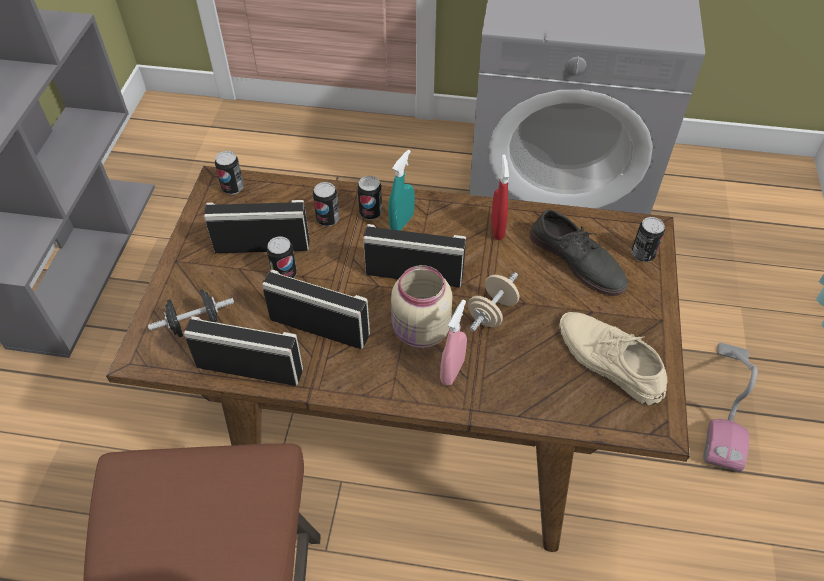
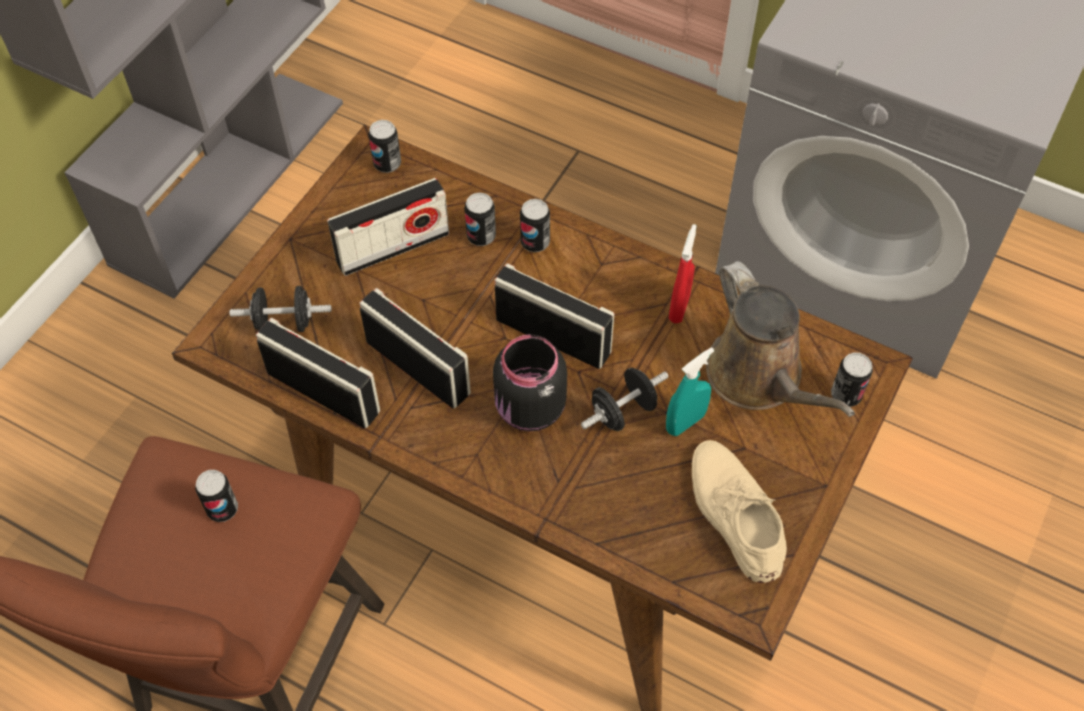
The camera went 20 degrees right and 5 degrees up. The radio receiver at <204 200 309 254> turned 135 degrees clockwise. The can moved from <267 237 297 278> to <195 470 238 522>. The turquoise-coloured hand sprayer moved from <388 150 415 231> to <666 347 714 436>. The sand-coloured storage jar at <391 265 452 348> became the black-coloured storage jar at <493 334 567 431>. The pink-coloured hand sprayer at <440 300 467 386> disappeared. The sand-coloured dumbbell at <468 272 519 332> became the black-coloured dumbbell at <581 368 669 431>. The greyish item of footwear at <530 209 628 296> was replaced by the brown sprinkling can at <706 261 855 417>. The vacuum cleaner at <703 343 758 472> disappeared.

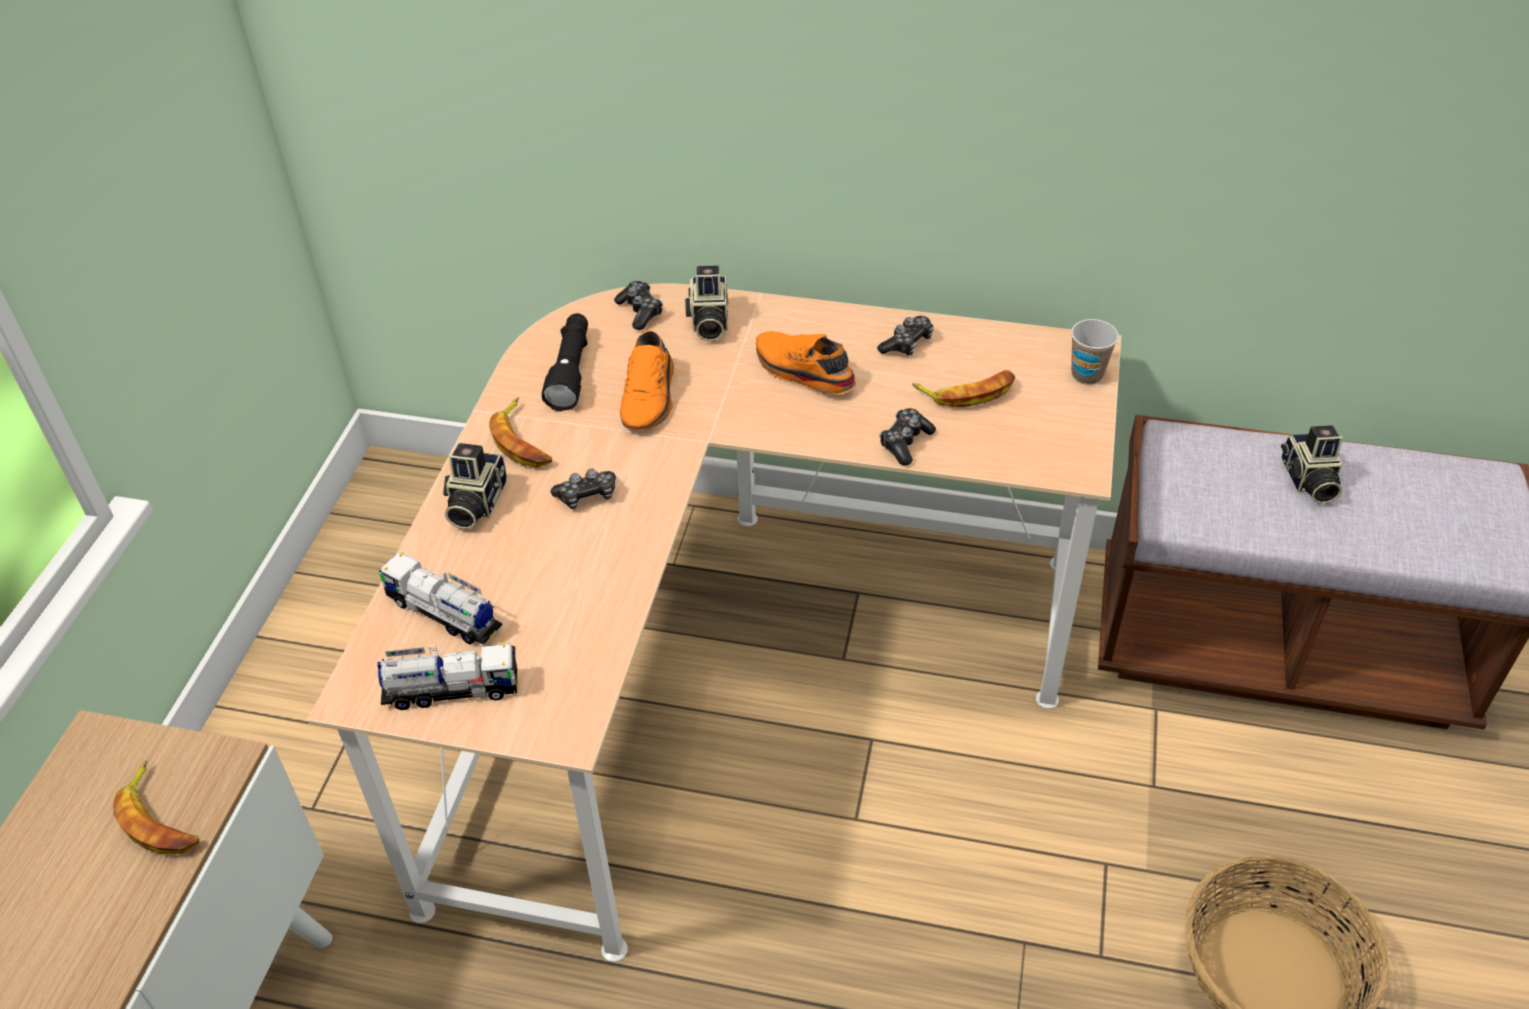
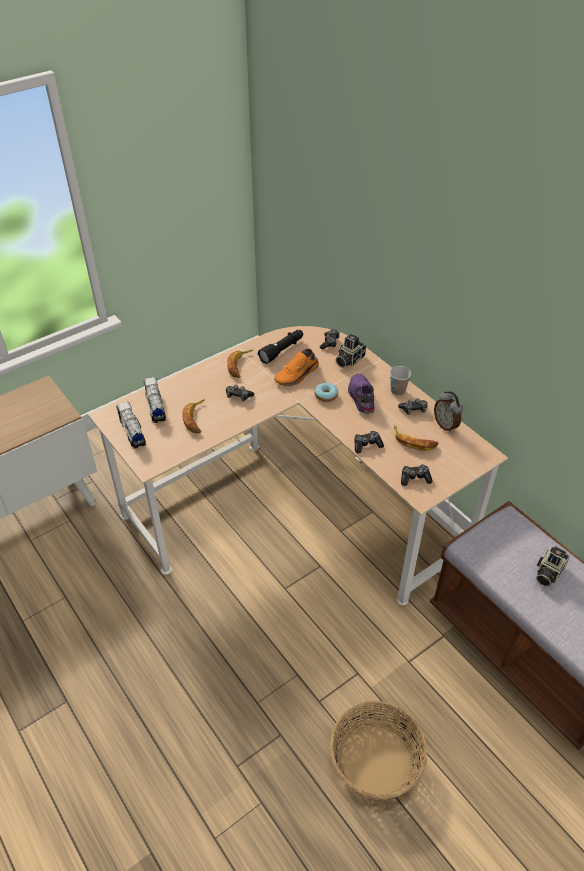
The camera went 40 degrees right and 0 degrees up. The banana fruit moved from <113 760 200 854> to <182 399 205 433>. The toy truck at <377 644 518 710> turned 150 degrees counterclockwise. The photo camera at <443 443 507 529> disappeared. The orangey item of footwear at <756 331 856 395> became the purplish item of footwear at <348 374 375 414>. The drinking cup moved from <1071 319 1119 385> to <390 366 411 396>. The doughnut at <315 383 338 402> appeared. The game controller at <401 464 433 486> appeared. The bedside clock at <434 391 463 433> appeared.

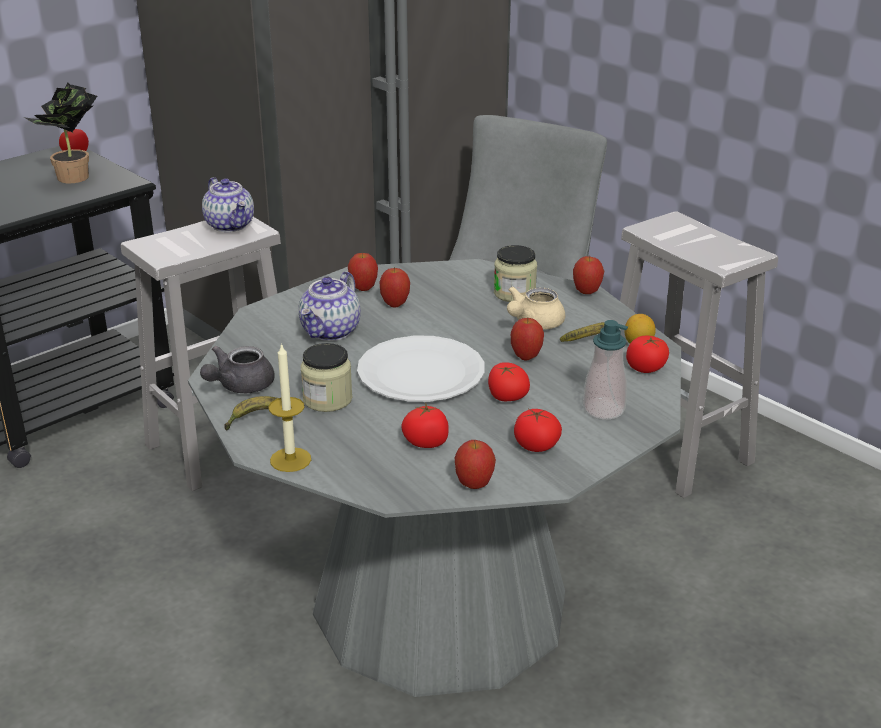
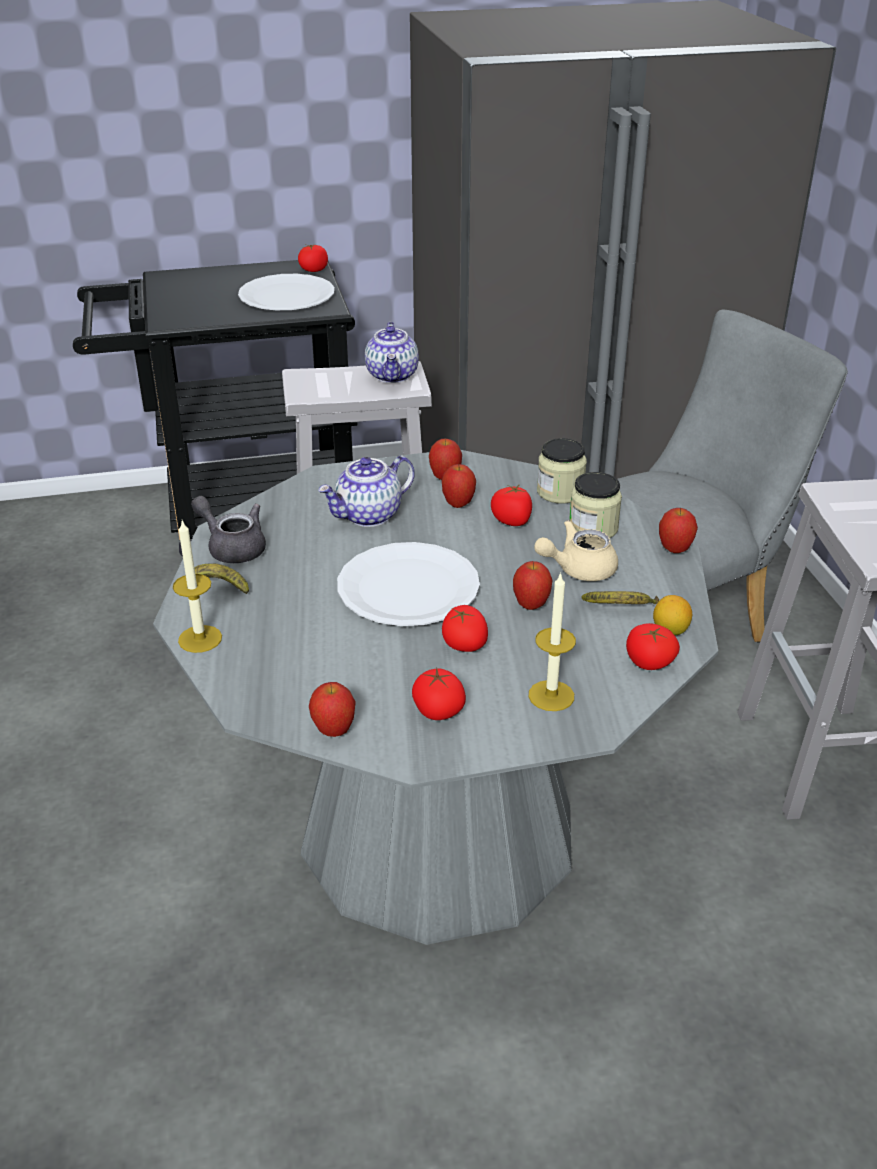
The camera went 30 degrees right and 5 degrees up. The plant in a pot at <24 83 97 183> was replaced by the white flat dish at <238 274 335 310>. The greyish tea pot at <200 346 275 393> turned 60 degrees clockwise. The storage jar moved from <300 343 353 412> to <537 438 587 504>. The tomato moved from <401 402 449 448> to <491 484 532 526>. The liquid soap bottle at <583 320 628 420> was replaced by the candle at <529 572 576 711>.

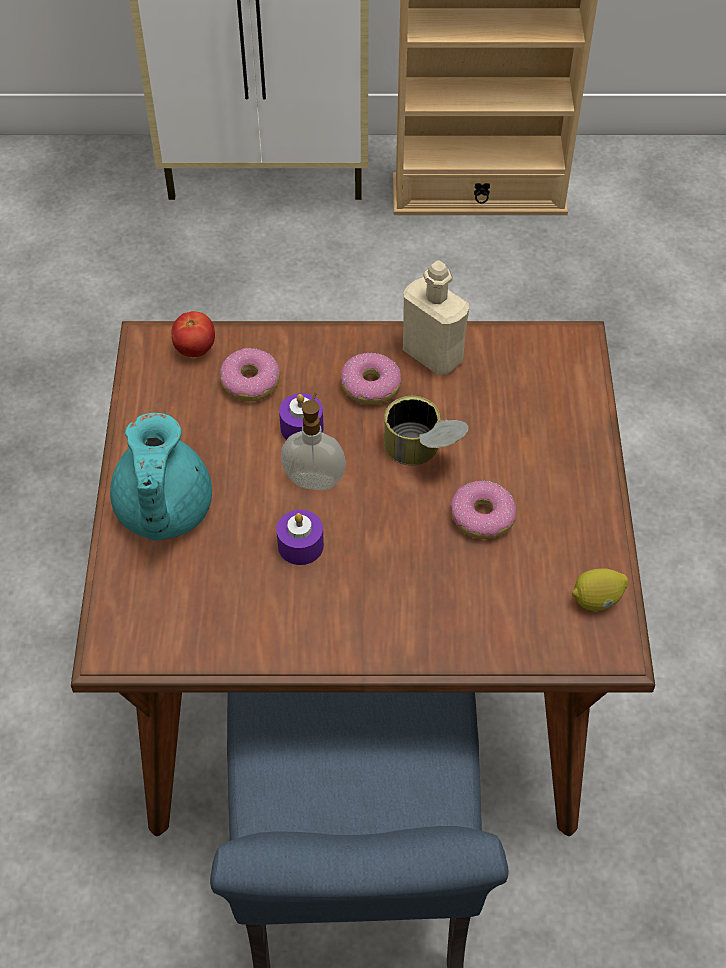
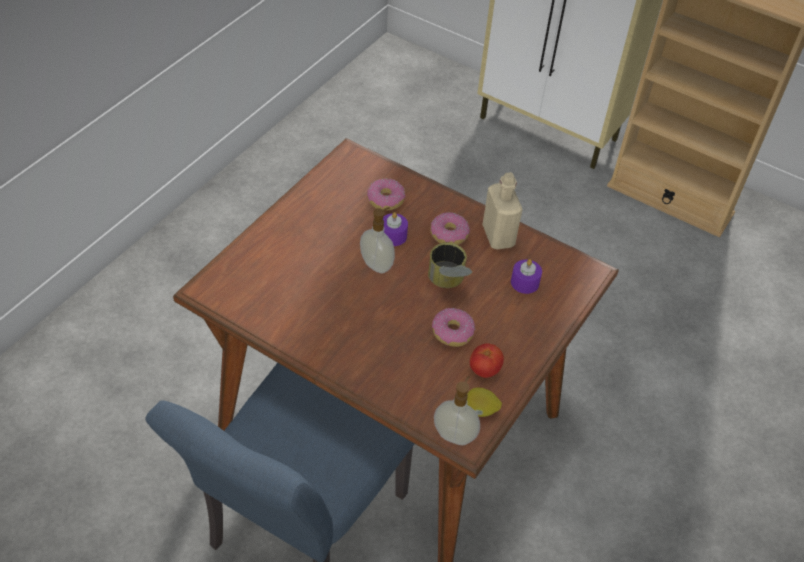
The camera went 30 degrees right and 5 degrees down. The turquoise-coloured tea pot at <110 413 212 541> disappeared. The tomato moved from <171 311 215 357> to <470 343 504 378>. The purplish candle moved from <276 510 324 565> to <511 259 542 294>. The liquid soap bottle at <434 376 480 445> appeared.

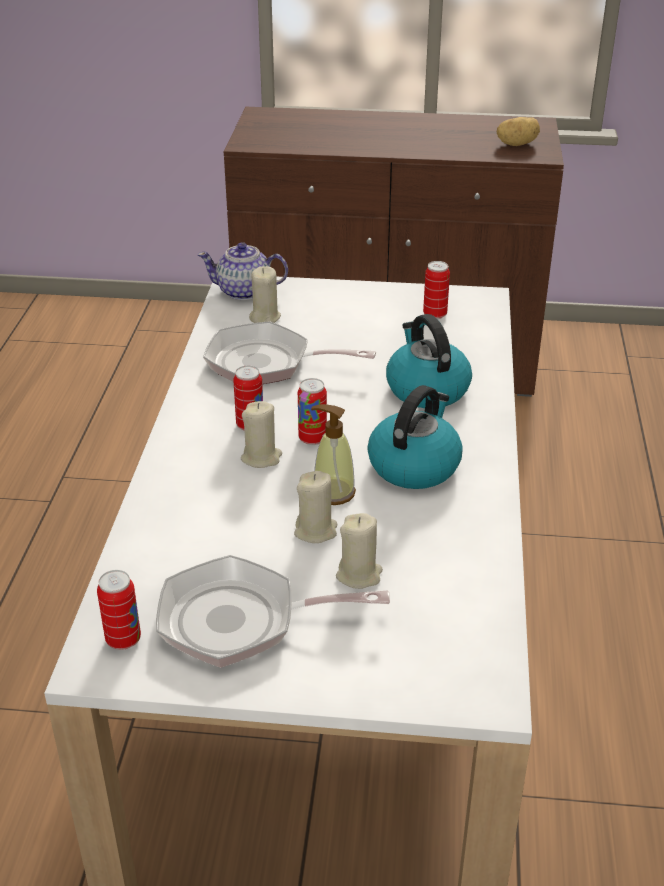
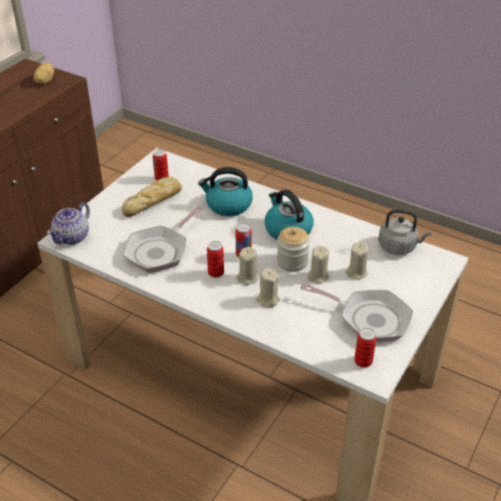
The camera went 65 degrees left and 5 degrees up. The skillet at <156 555 390 668> turned 90 degrees counterclockwise. The sand-coloured candle moved from <249 266 281 323> to <256 268 280 307>. The liquid soap bottle at <311 404 356 505> was replaced by the storage jar at <277 227 310 272>. The baked bread at <122 177 182 217> appeared. The greyish tea kettle at <378 209 431 255> appeared.

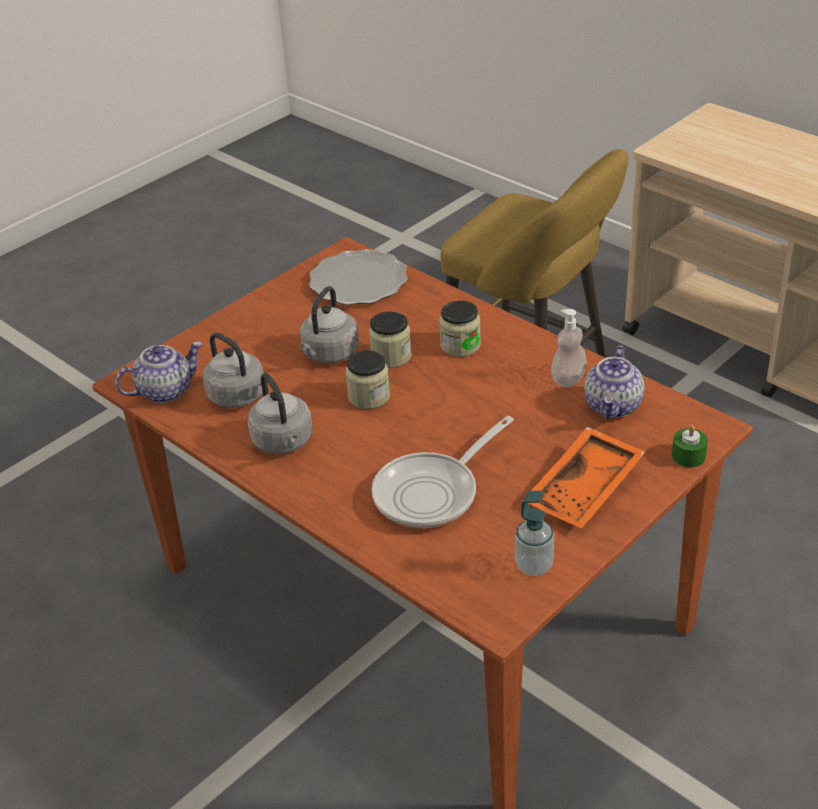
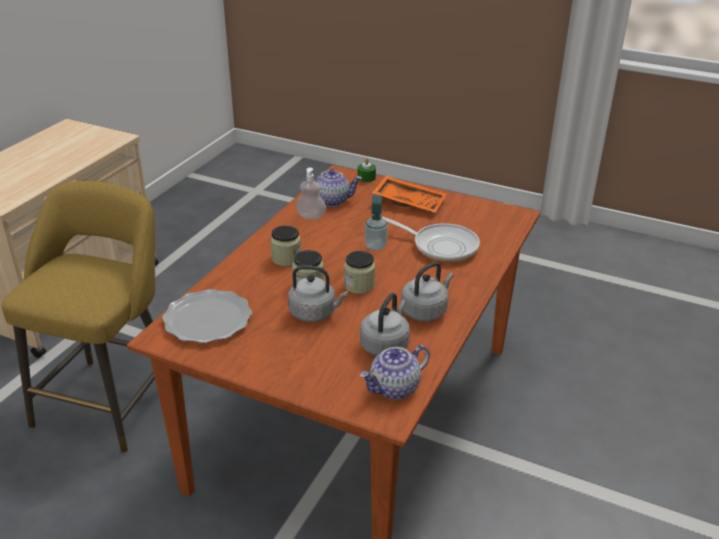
The camera went 110 degrees left and 5 degrees down. The tea pot at <115 342 203 403> turned 75 degrees counterclockwise. The liquid soap bottle moved from <515 491 554 576> to <365 195 388 251>.

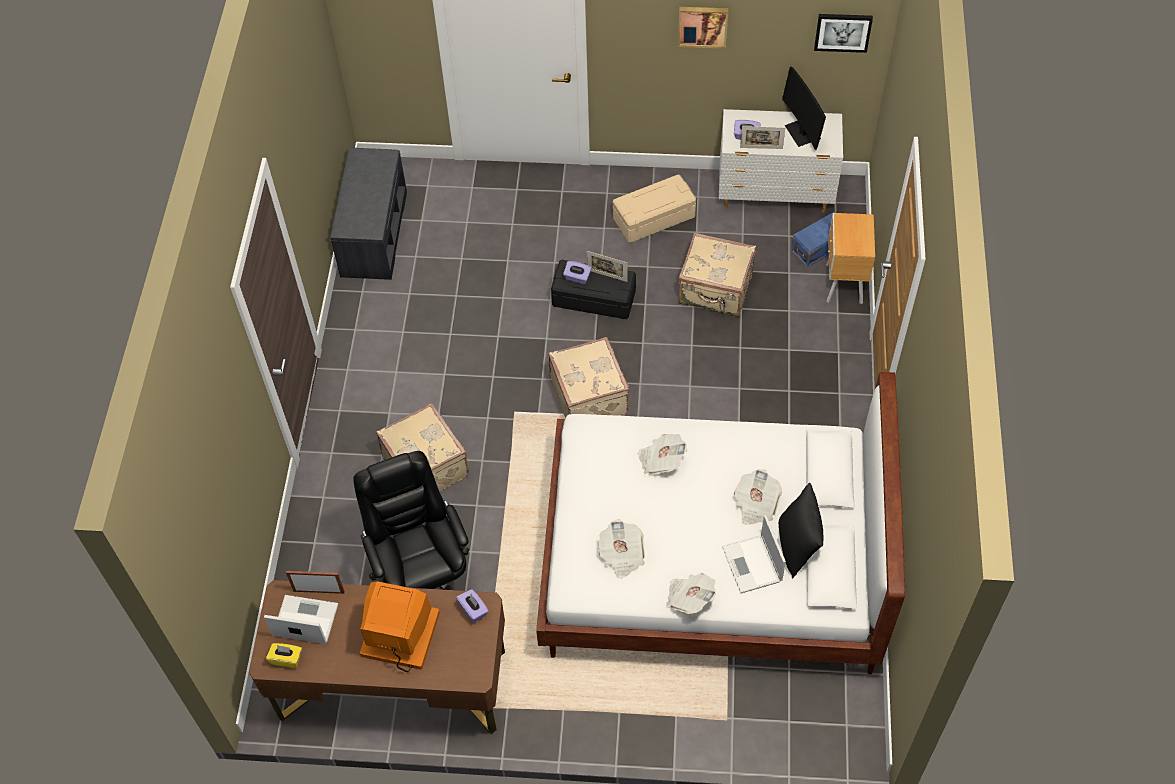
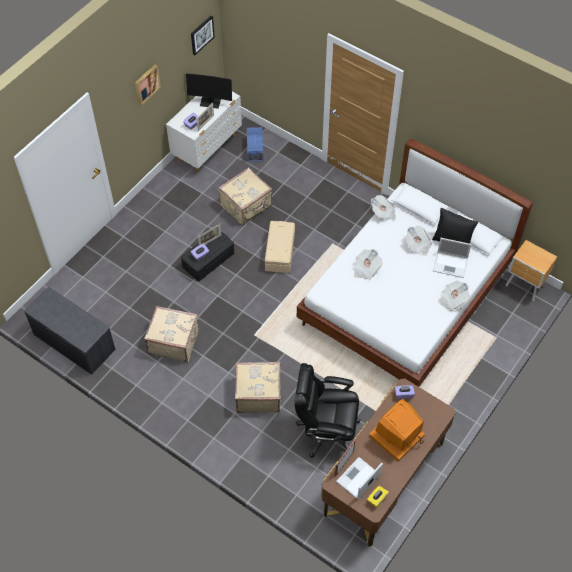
The camera went 60 degrees left and 0 degrees up. The sand-coloured suitcase moved from <548 337 630 418> to <144 306 199 362>. The printed paper moved from <598 519 645 579> to <371 195 396 220>. The sand-coloured storage box moved from <613 174 696 243> to <265 221 295 273>. The brown bedside table moved from <826 213 875 304> to <506 240 557 301>.

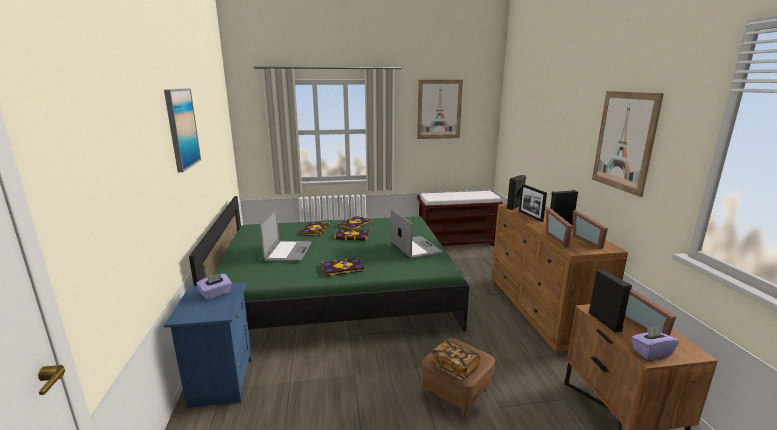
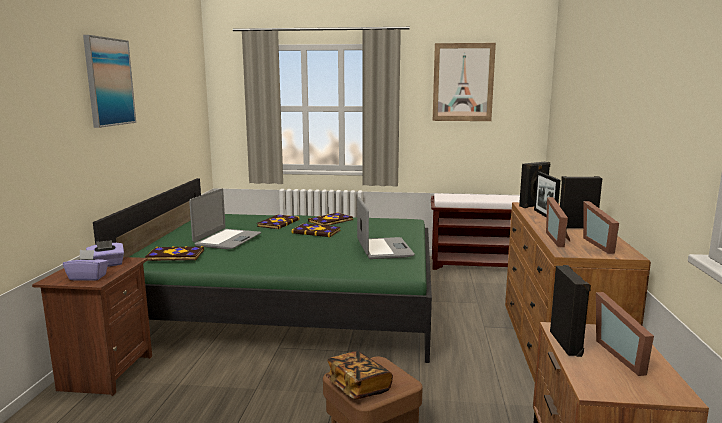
The camera went 15 degrees right and 5 degrees down. The blue-coloured bedside table at <164 282 252 408> became the brown bedside table at <32 257 152 396>. The book moved from <321 258 365 276> to <145 246 204 261>. The picture at <592 91 664 197> disappeared. The purplish tissue holder moved from <631 326 679 360> to <63 250 109 281>.

